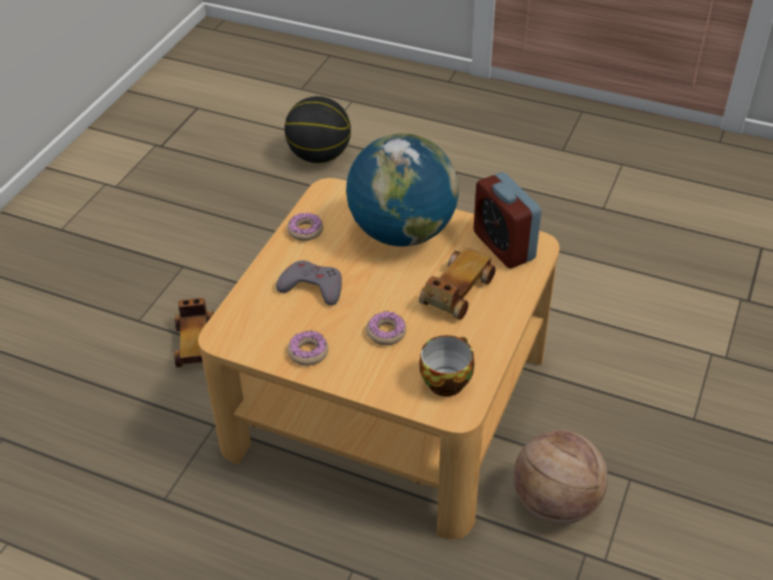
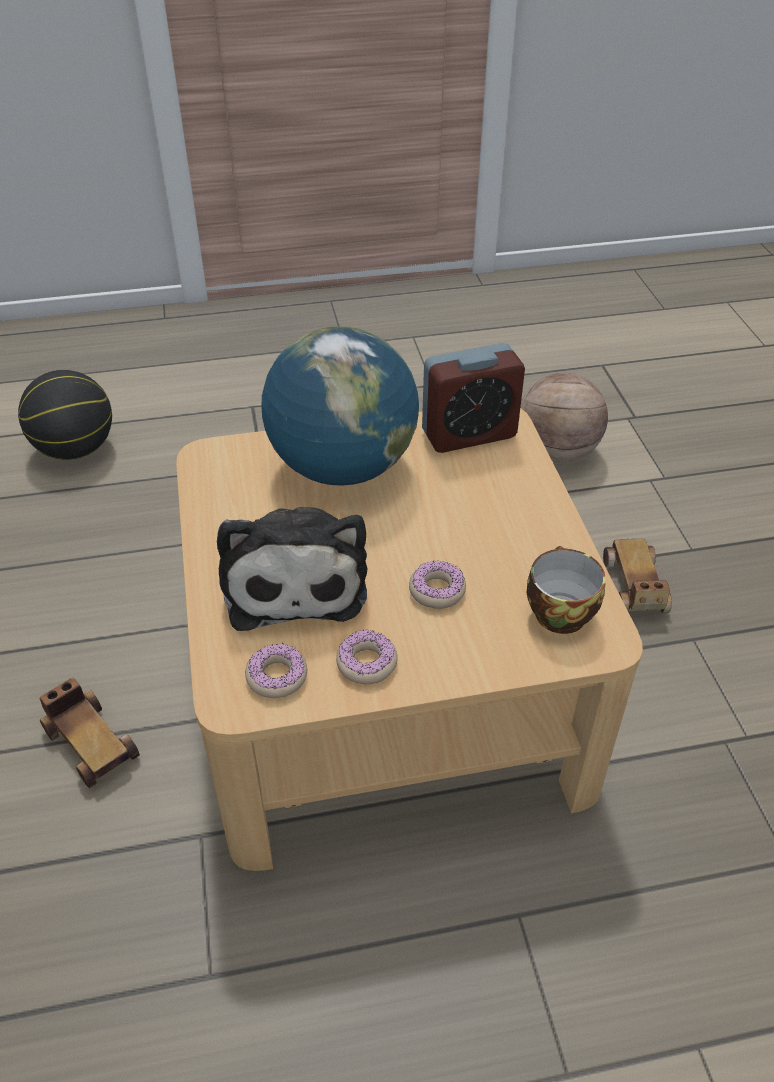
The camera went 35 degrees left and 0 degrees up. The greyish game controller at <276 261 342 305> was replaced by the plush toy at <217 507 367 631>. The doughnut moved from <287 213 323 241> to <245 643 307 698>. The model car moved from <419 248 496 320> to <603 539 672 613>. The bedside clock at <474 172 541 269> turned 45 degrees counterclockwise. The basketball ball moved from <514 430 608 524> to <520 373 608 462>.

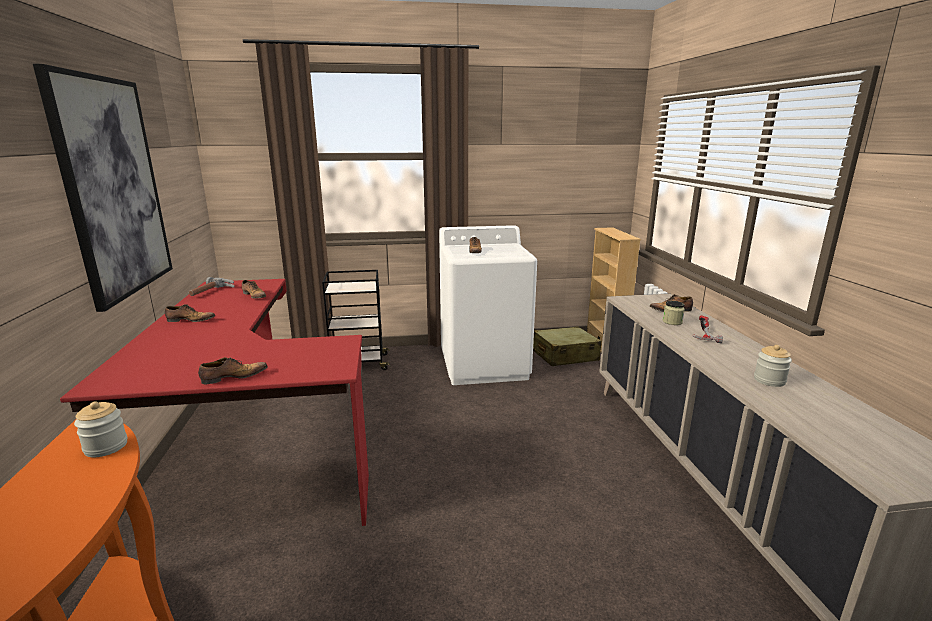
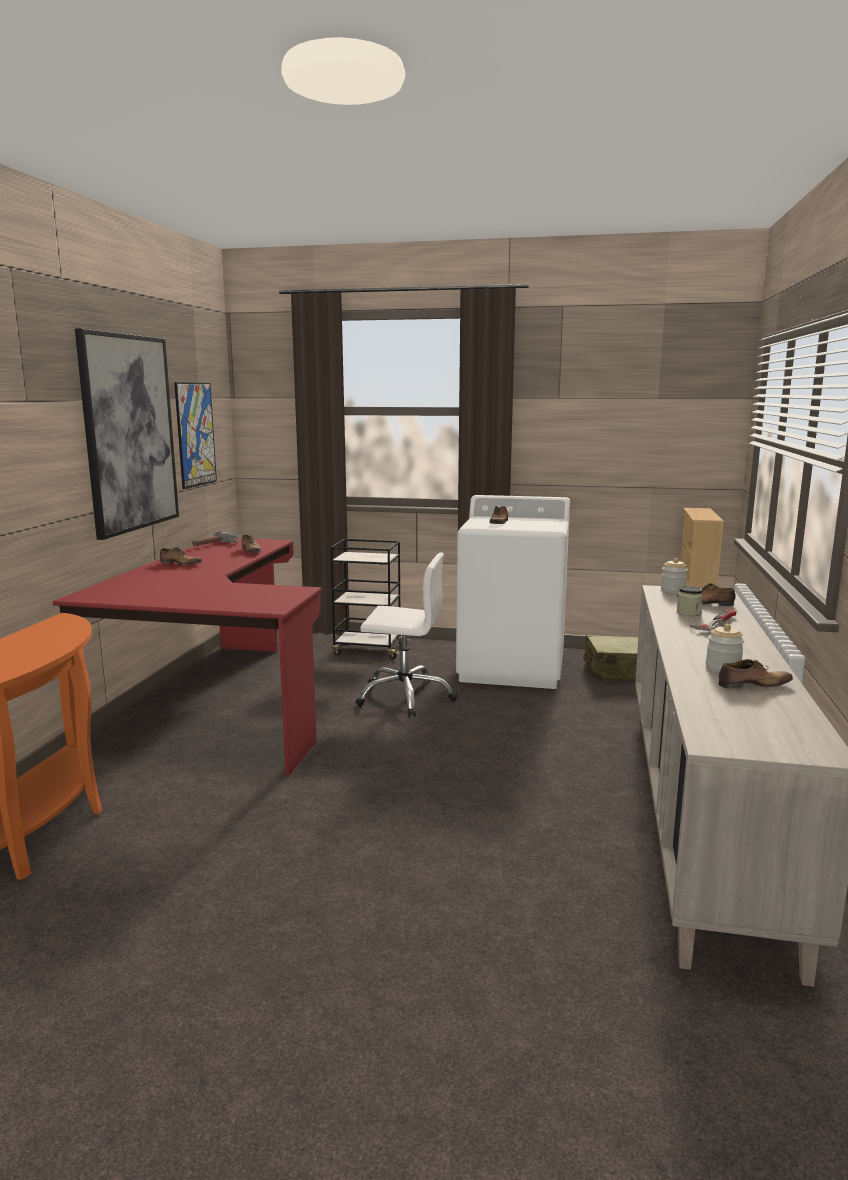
The camera went 20 degrees right and 5 degrees down. The storage jar moved from <74 401 127 457> to <661 558 688 593>. The item of footwear moved from <198 357 268 384> to <719 659 793 688>. The picture at <174 382 217 489> appeared. The white desk chair at <355 553 457 717> appeared.

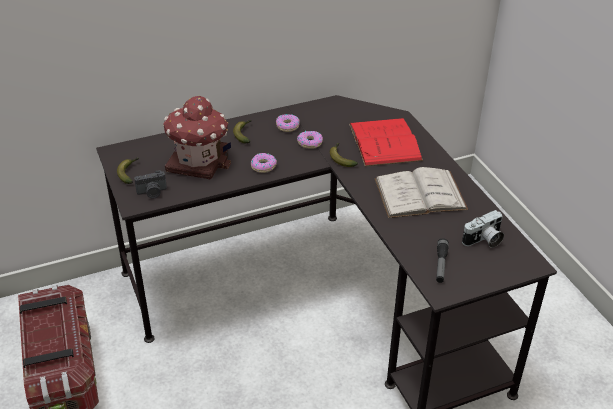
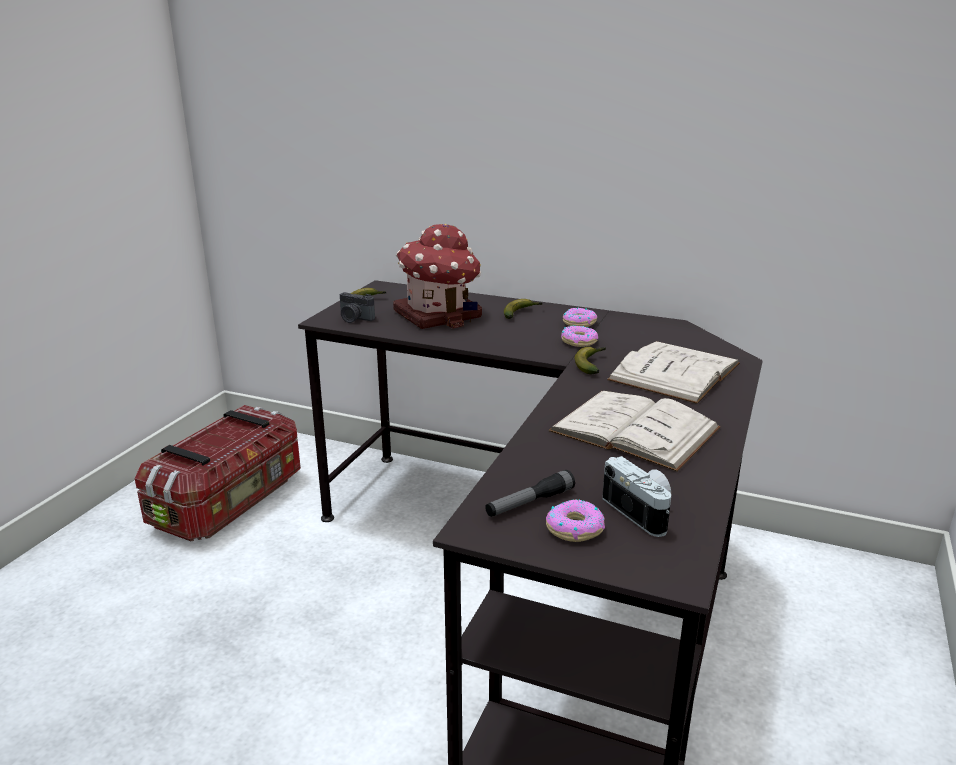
The camera went 45 degrees right and 15 degrees down. The doughnut moved from <251 153 277 173> to <546 499 605 542>. The red-coloured book at <349 118 423 167> became the white book at <607 341 740 404>. The photo camera at <462 210 504 248> turned 135 degrees counterclockwise.

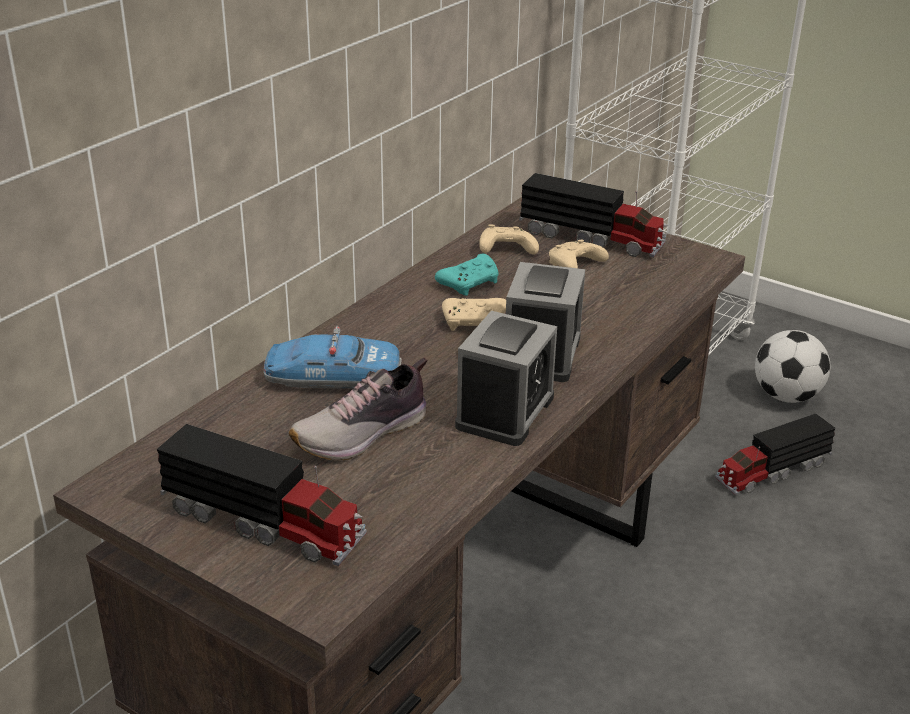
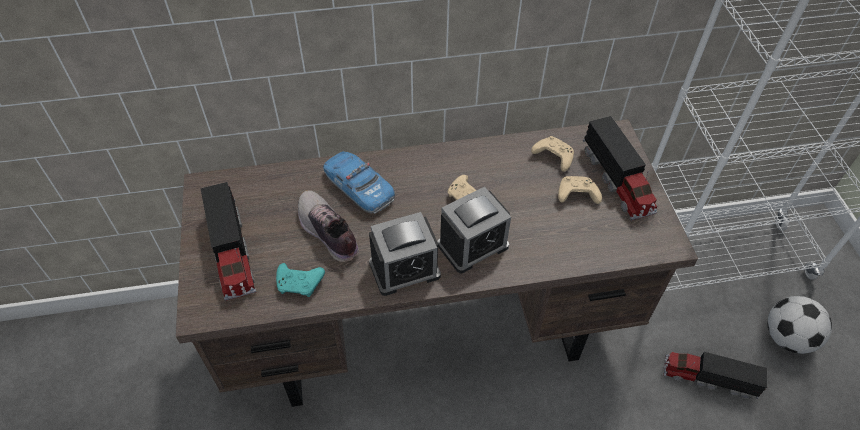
The camera went 45 degrees right and 20 degrees up. The item of footwear at <289 358 427 460> turned 45 degrees clockwise. The turquoise-coloured game controller moved from <435 254 499 296> to <276 263 325 297>.

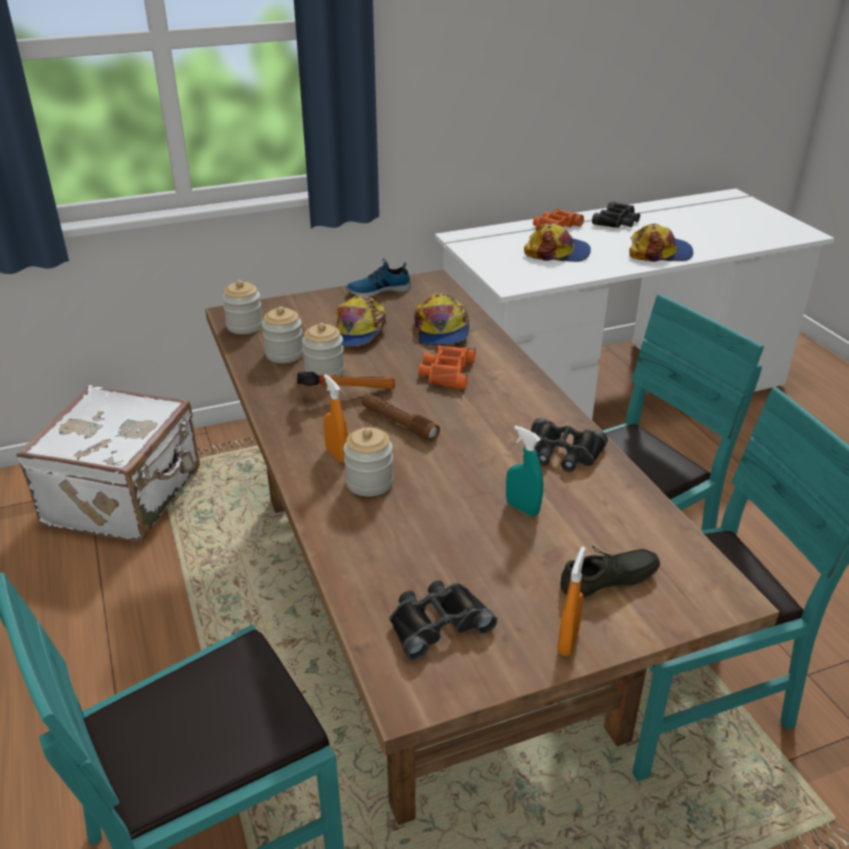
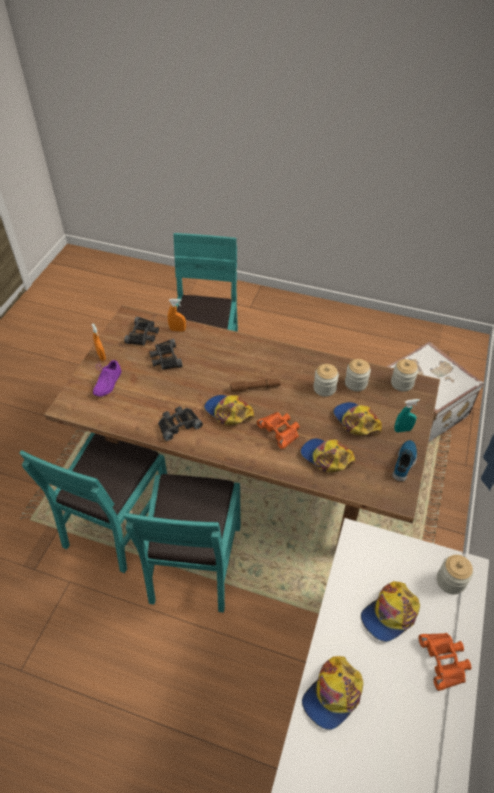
The camera went 130 degrees right and 15 degrees up. The hand hammer at <297 372 395 390> disappeared. The orangey hand sprayer moved from <323 374 348 462> to <168 299 186 332>. The storage jar moved from <343 427 393 497> to <437 555 473 594>. The turquoise-coloured hand sprayer moved from <506 426 543 516> to <394 399 420 433>. The greyish item of footwear at <560 546 660 598> became the purplish item of footwear at <93 360 121 397>. The black-coloured field glasses moved from <592 201 640 228> to <149 339 183 370>. The baseball cap at <204 395 254 425> appeared.

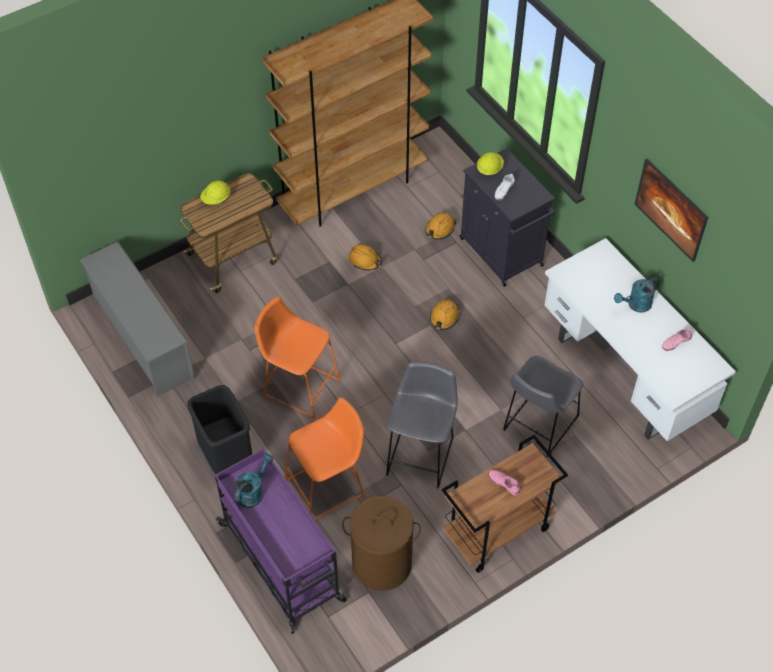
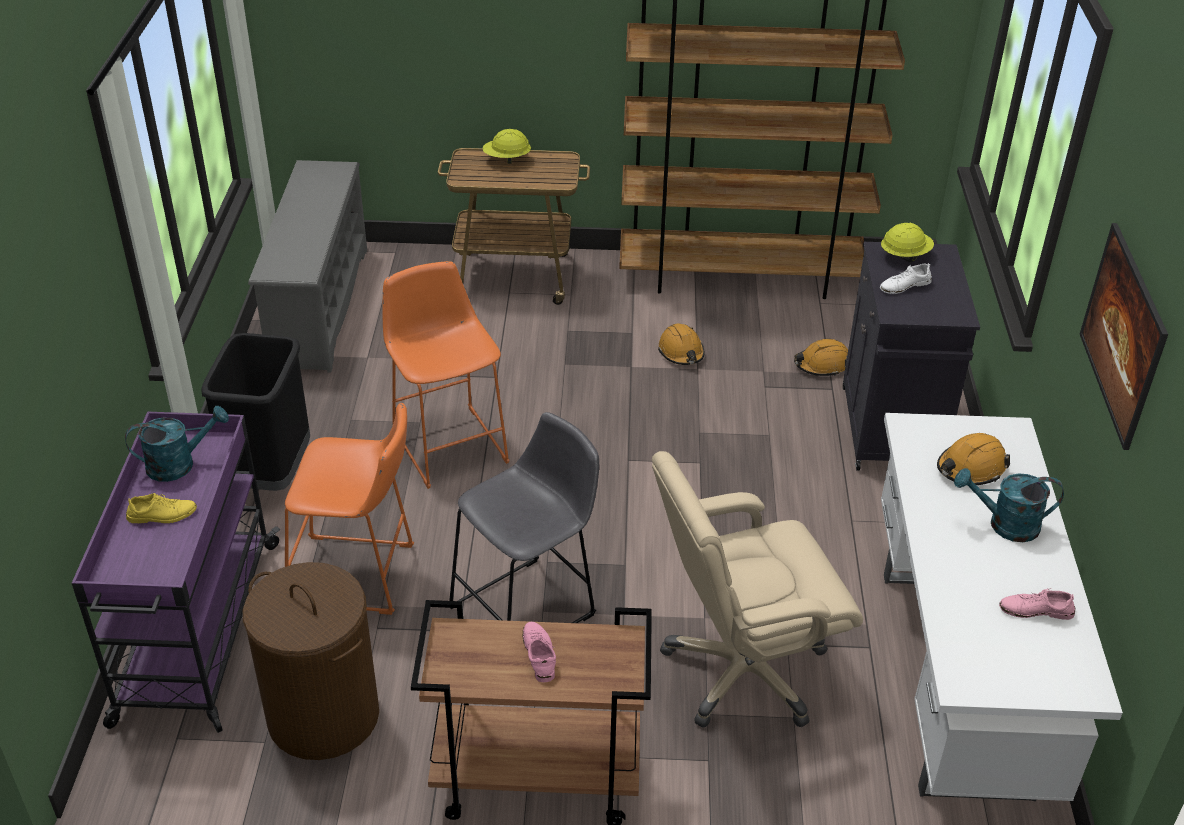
The camera went 35 degrees right and 15 degrees down. The orangey work helmet moved from <430 300 460 330> to <937 433 1010 485>. The greyish stool seat at <503 356 583 457> was replaced by the sand-coloured desk chair at <652 451 863 727>. The yellowish item of footwear at <126 493 197 523> appeared.

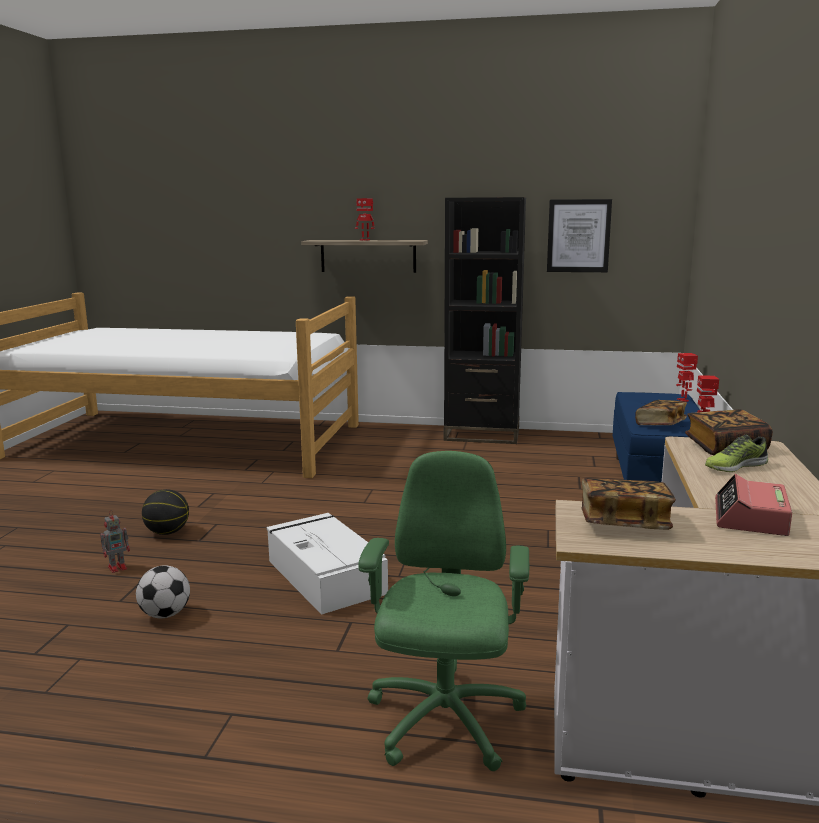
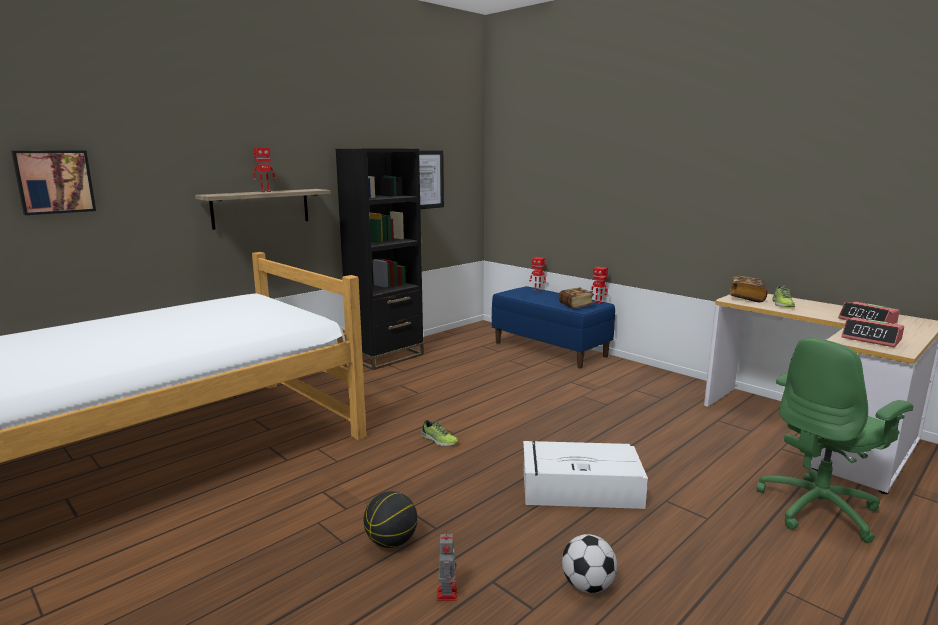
The camera went 55 degrees left and 0 degrees up. The greenish desk chair at <358 451 529 771> turned 75 degrees counterclockwise. The book at <582 478 676 530> was replaced by the bedside clock at <841 317 904 347>. The picture at <11 151 96 215> appeared. The item of footwear at <421 420 458 446> appeared.

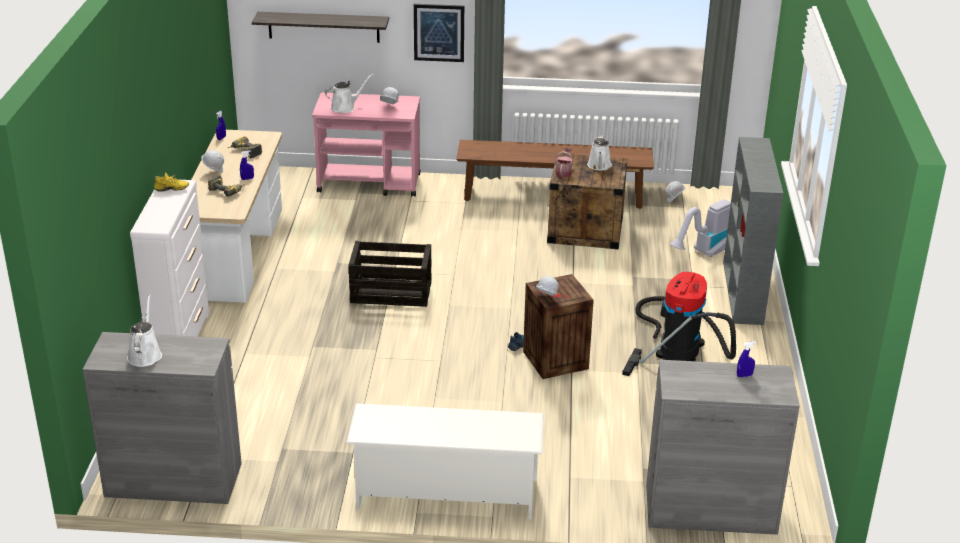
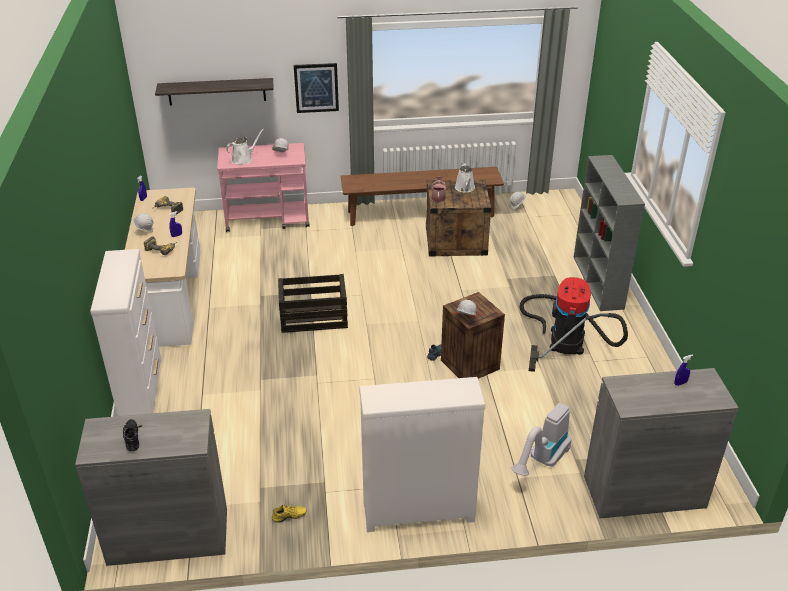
The camera went 10 degrees left and 5 degrees up. The white sprinkling can at <127 294 162 367> was replaced by the black-coloured item of footwear at <123 419 142 451>. The yellowish item of footwear moved from <154 173 189 192> to <272 503 307 523>. The white shoe rack at <346 403 544 519> was replaced by the white dresser at <359 377 486 532>. The vacuum cleaner moved from <669 199 731 257> to <511 403 571 476>.

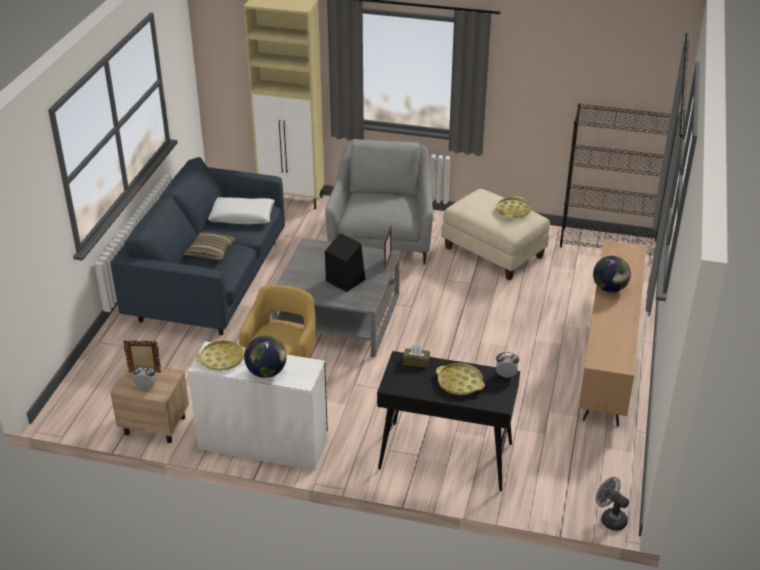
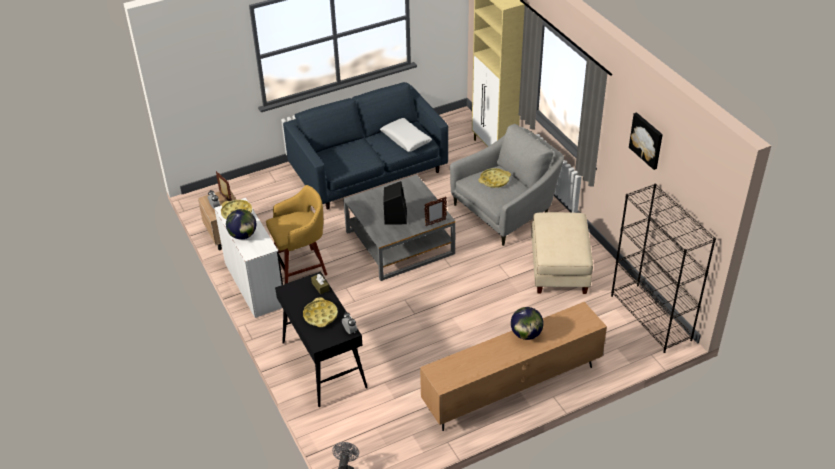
The camera went 50 degrees right and 5 degrees up. The pillow at <184 232 235 260> disappeared. The yellowish tray moved from <496 196 531 218> to <478 168 511 188>. The picture at <629 112 663 170> appeared.

